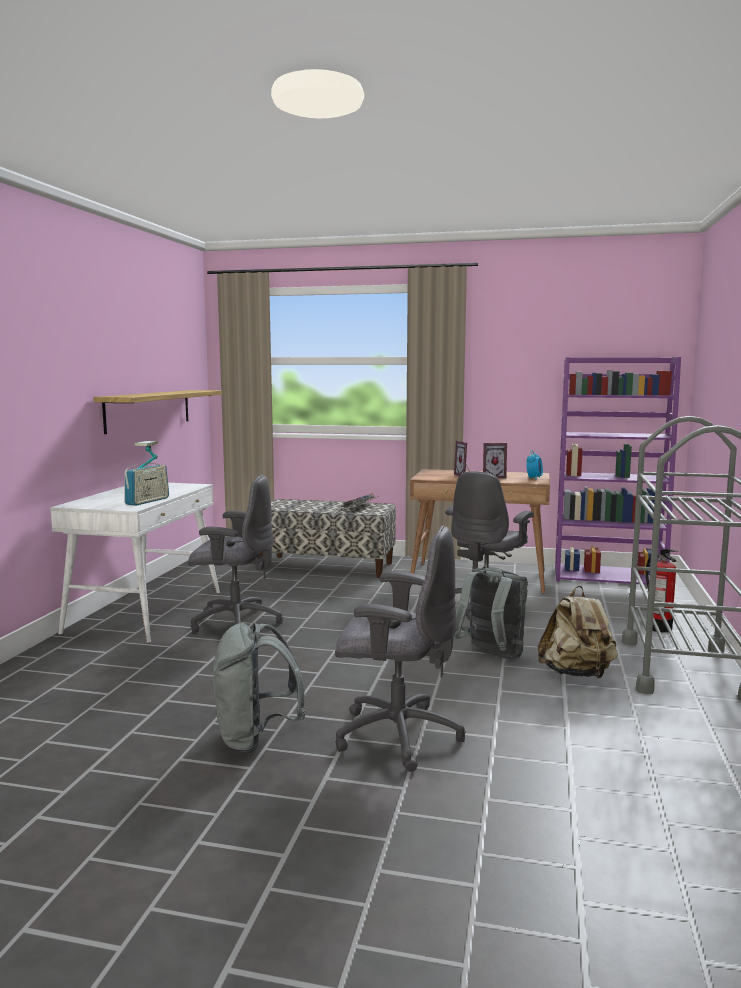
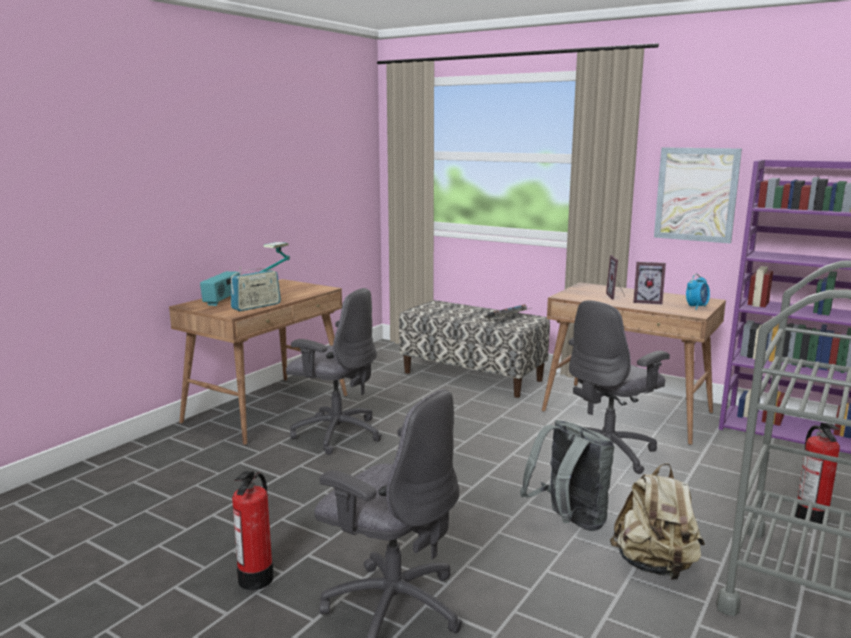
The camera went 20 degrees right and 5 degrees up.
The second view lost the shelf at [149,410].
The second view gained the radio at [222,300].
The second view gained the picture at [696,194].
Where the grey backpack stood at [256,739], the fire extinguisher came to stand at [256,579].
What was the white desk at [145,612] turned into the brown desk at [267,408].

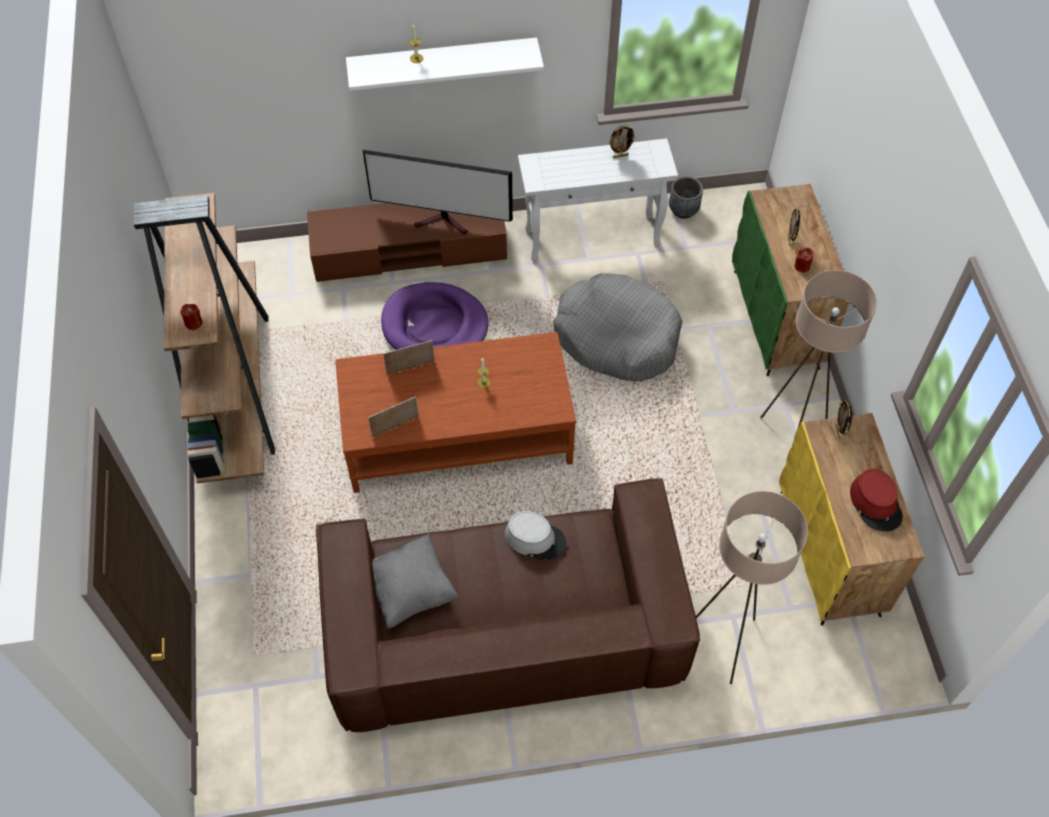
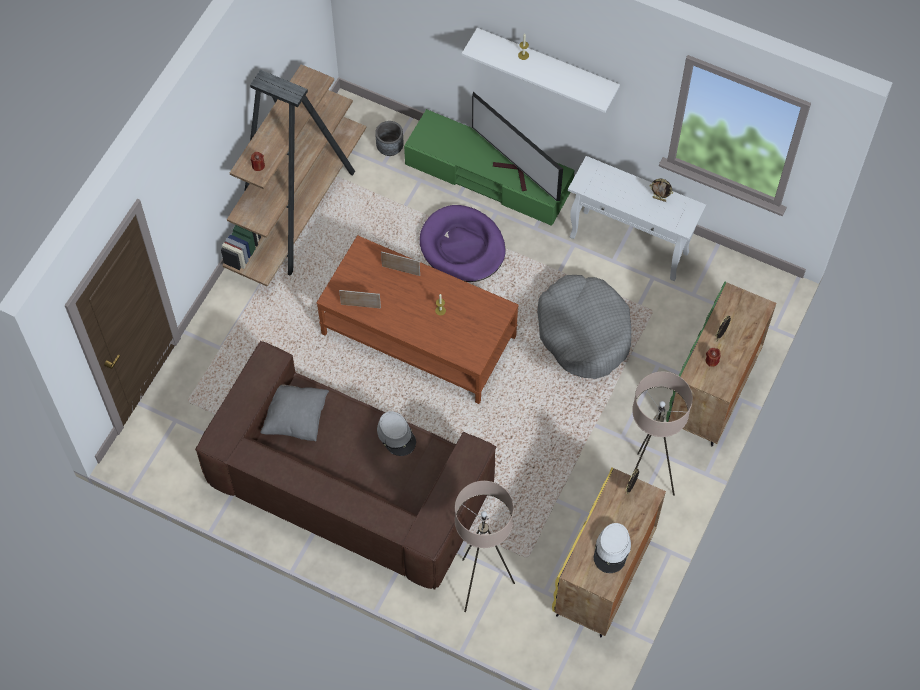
The camera went 35 degrees right and 5 degrees up.
The grey planter ended up elsewhere, having gone from [683,210] to [390,148].
What was the brown tv stand at [409,250] turned into the green tv stand at [488,177].
What was the red hat at [876,503] turned into the white hat at [612,550].

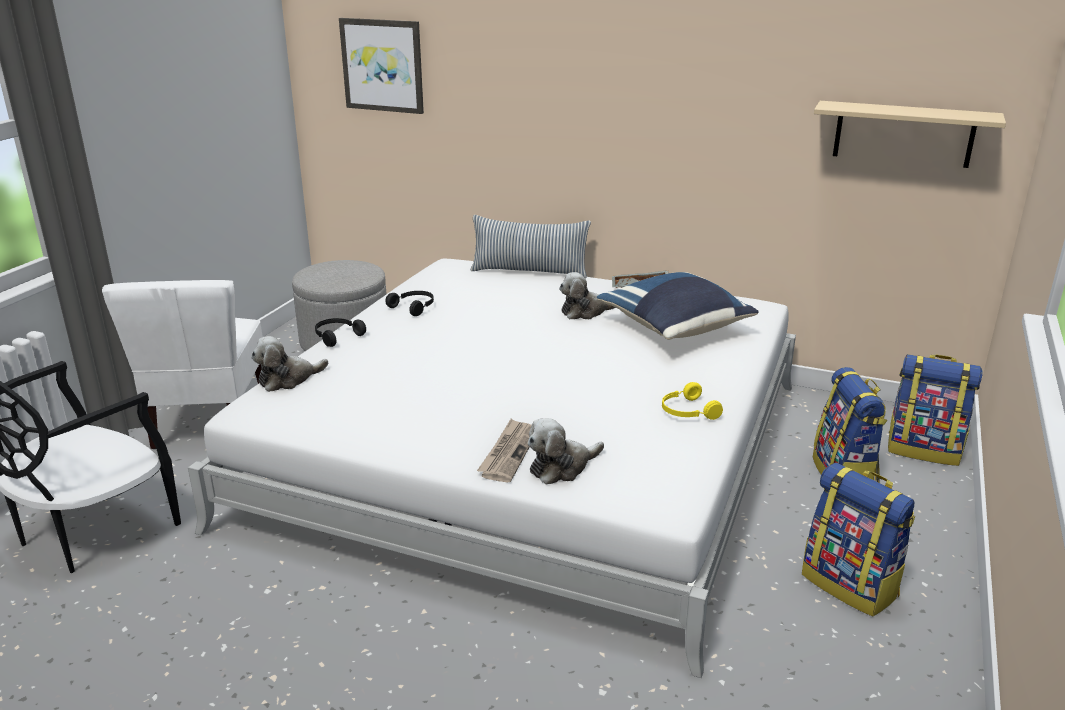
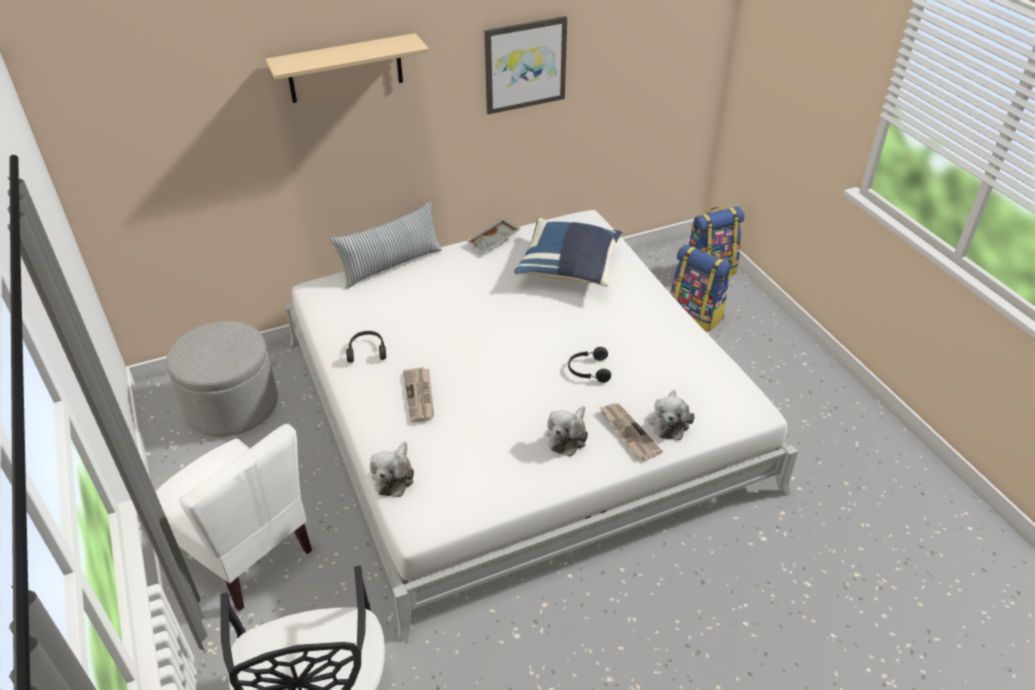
The camera went 45 degrees left and 15 degrees up.
The second view lost the yellow headphones at [687,411].
The second view lost the backpack at [851,585].
The second view gained the newspaper at [420,396].
The black headphones ended up elsewhere, having gone from [336,336] to [588,370].
The picture ended up elsewhere, having gone from [383,65] to [525,64].
The plush toy ended up elsewhere, having gone from [585,312] to [568,437].
The beige shelf ended up elsewhere, having gone from [903,134] to [345,69].

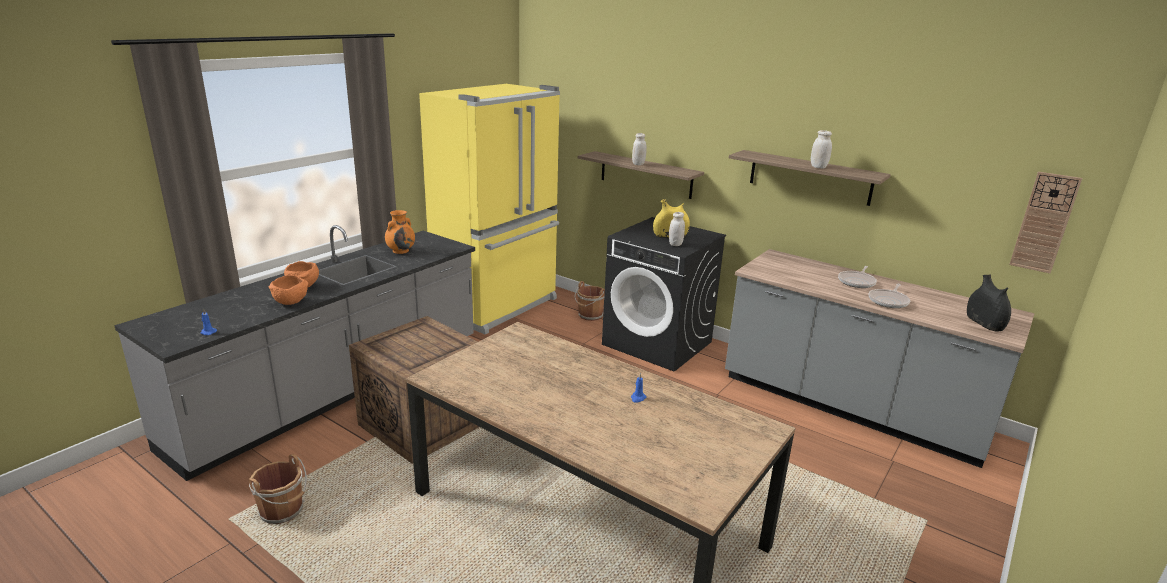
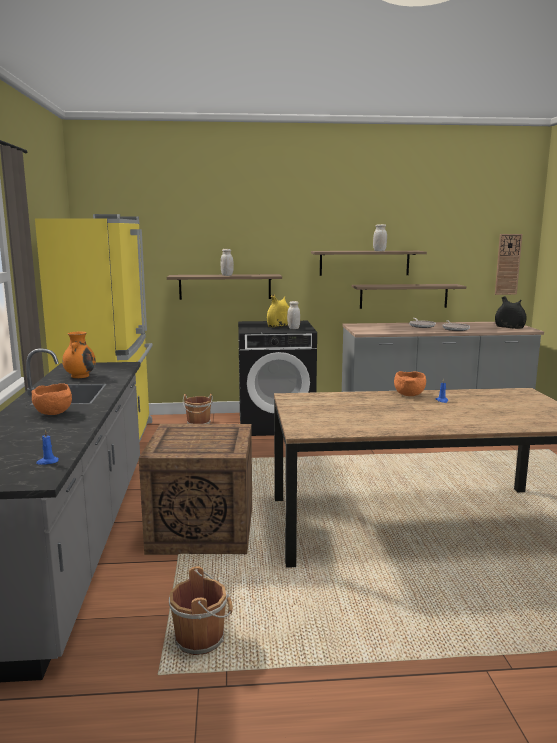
The camera went 40 degrees left and 10 degrees down.
The second view gained the shelf at [403,296].
The orange bowl ended up elsewhere, having gone from [291,302] to [409,395].

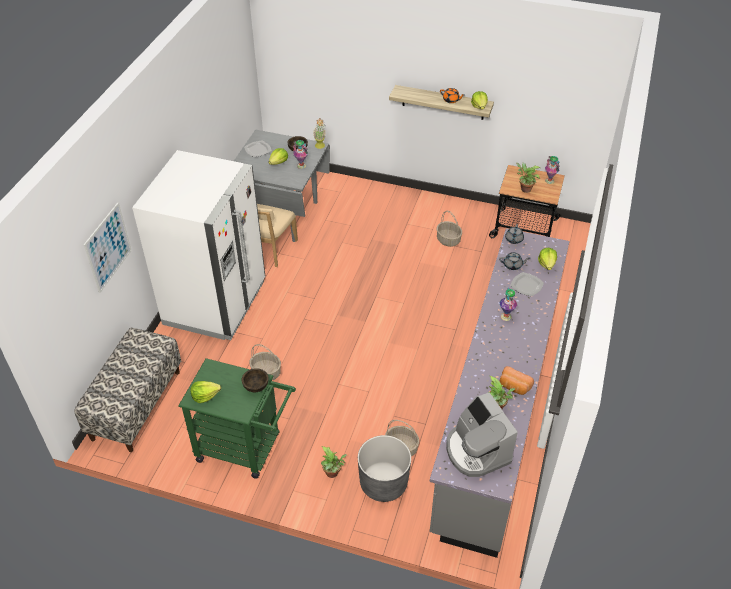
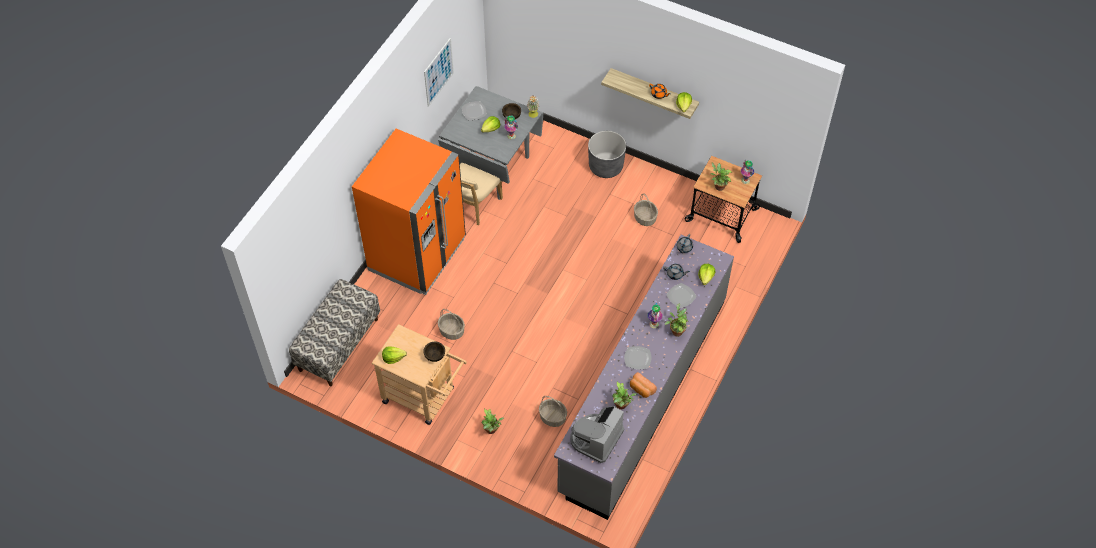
The camera went 10 degrees right and 10 degrees up.
The second view gained the plate at [637,358].
The second view gained the potted plant at [676,331].
The picture ended up elsewhere, having gone from [108,247] to [438,72].
The grey planter ended up elsewhere, having gone from [383,483] to [606,166].
What was the white fridge at [215,302] turned into the orange fridge at [417,255].
What was the green cart at [245,448] turned into the beige cart at [424,397].
The coffee machine at [476,451] ended up facing another way, 45 degrees clockwise from before.

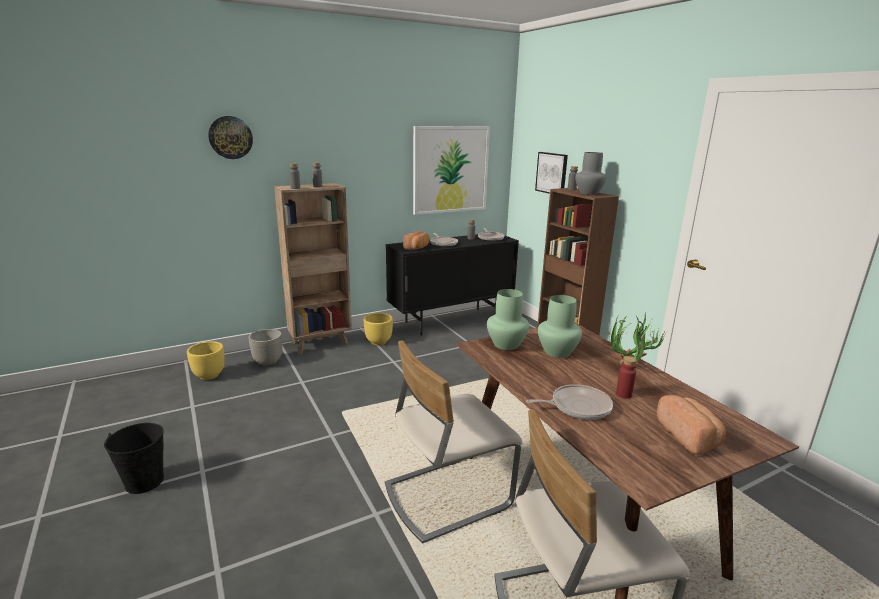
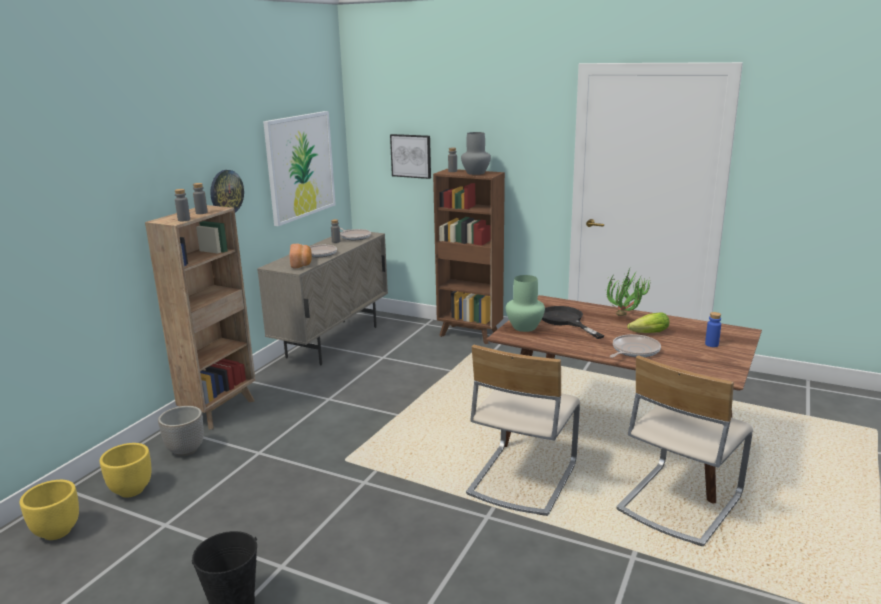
The camera went 35 degrees left and 0 degrees up.
The wall clock ended up elsewhere, having gone from [230,137] to [226,192].
The yellow planter ended up elsewhere, having gone from [378,342] to [57,531].
Where the green vase stood at [556,352], the black frying pan came to stand at [565,321].
Where the red bottle stood at [623,394], the lettuce came to stand at [646,334].
Where the bread stood at [689,436], the blue bottle came to stand at [711,344].
What was the black cabinet at [451,321] turned into the beige cabinet at [333,342].

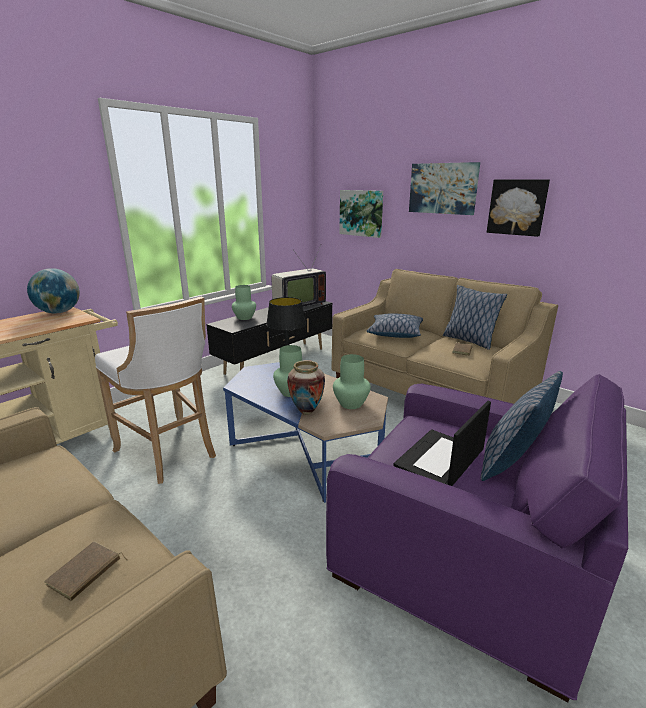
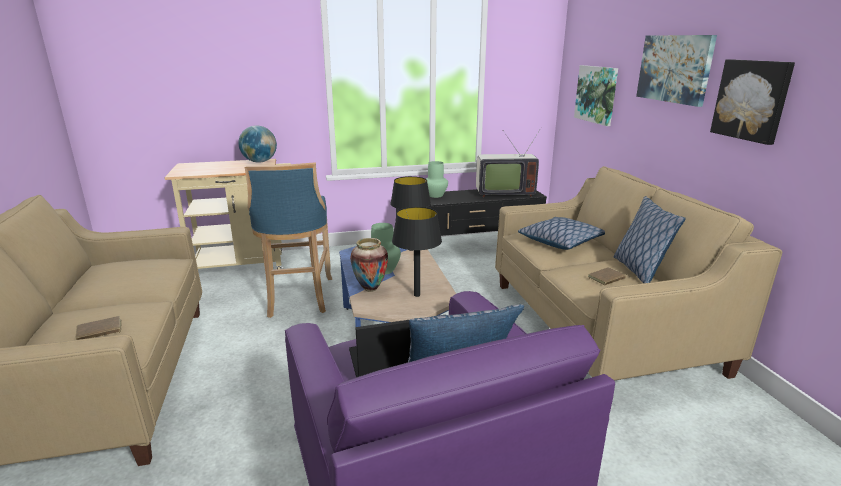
The camera went 35 degrees right and 0 degrees up.
Where the green vase stood at [351,404], the black table lamp came to stand at [417,295].
What was the white stool at [169,453] turned into the blue stool at [298,298].

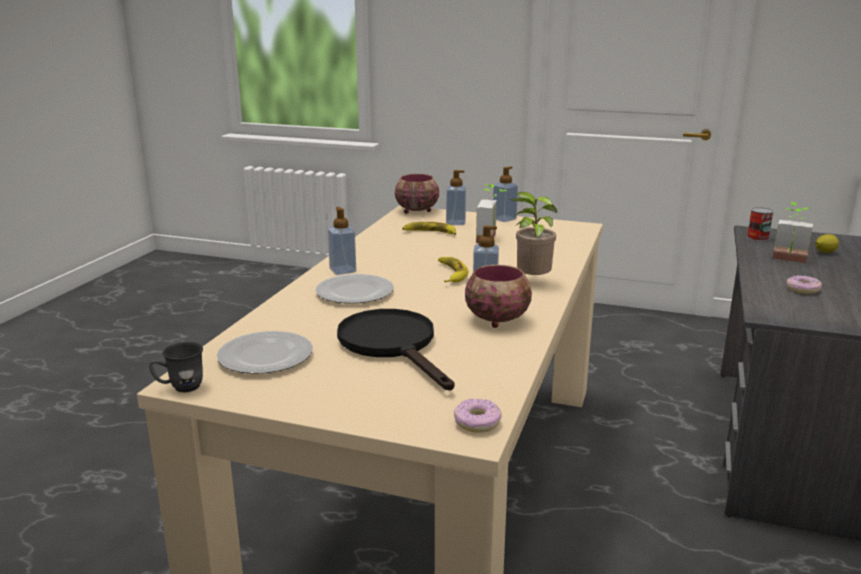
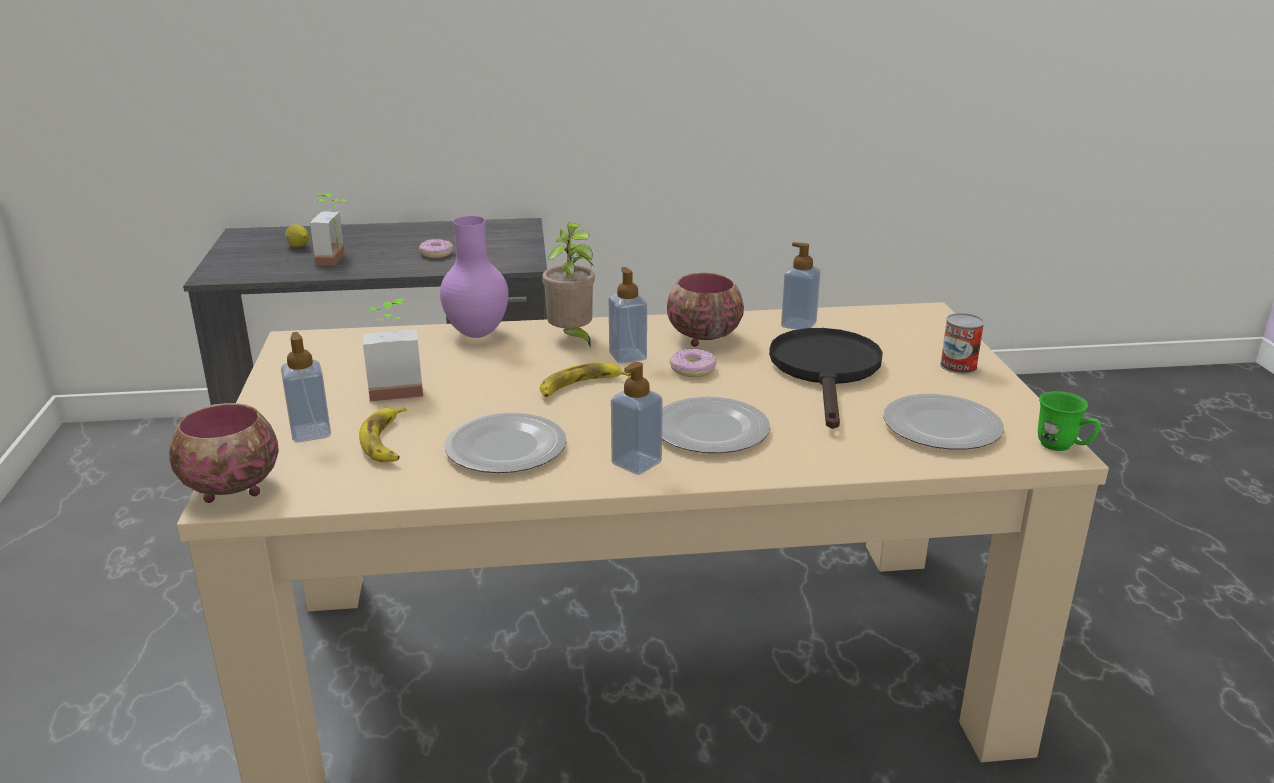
The camera went 115 degrees left and 5 degrees up.
The second view gained the purple vase at [476,333].
The second view gained the plate at [507,448].
The donut ended up elsewhere, having gone from [477,422] to [693,370].
The soap dispenser ended up elsewhere, having gone from [504,219] to [798,325].
The can ended up elsewhere, having gone from [757,237] to [958,366].
What was the grey mug at [180,387] turned into the green mug at [1063,447].
The black frying pan at [393,345] ended up facing another way, 150 degrees clockwise from before.

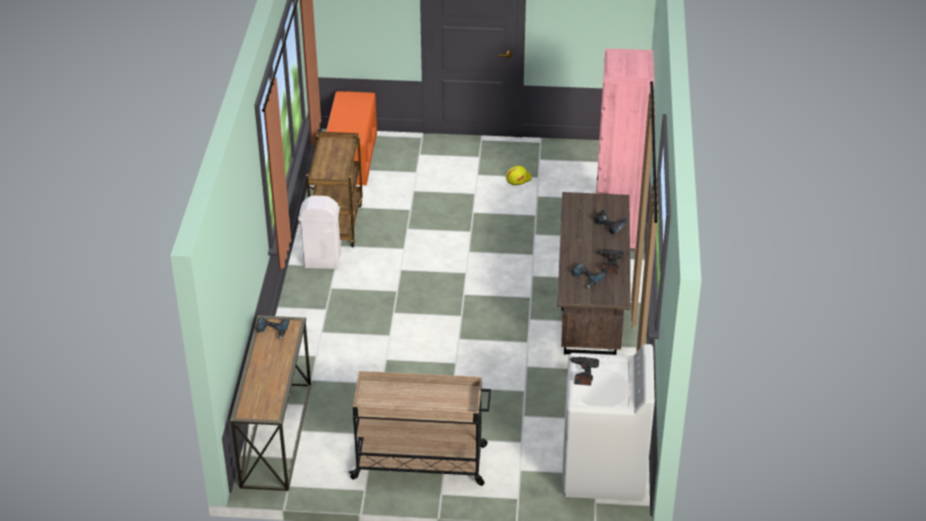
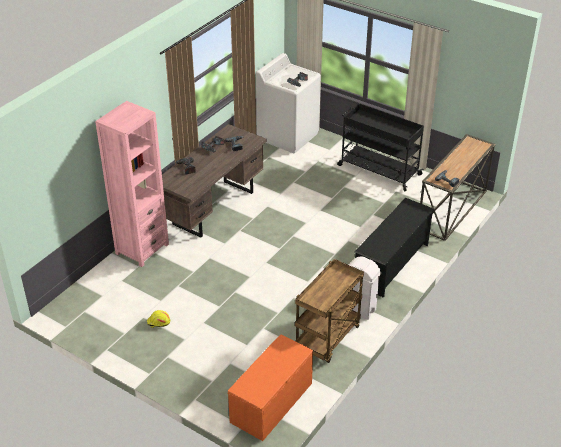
The camera went 150 degrees left and 0 degrees up.
The second view gained the black shoe rack at [392,264].
What was the beige cart at [421,462] turned into the black cart at [378,170].

